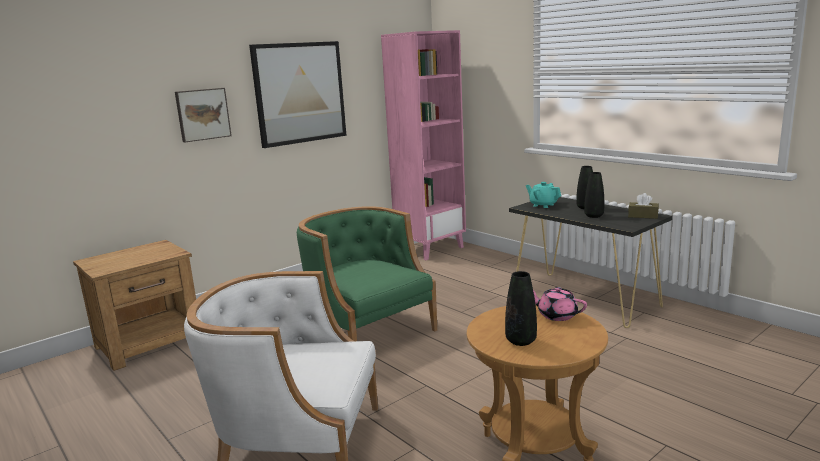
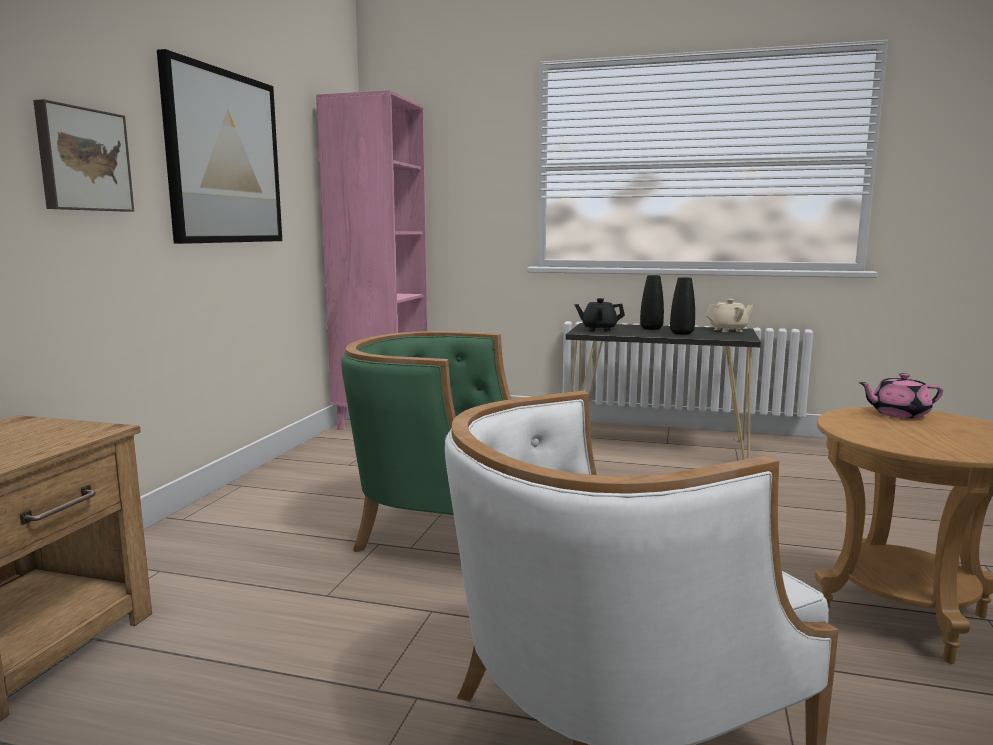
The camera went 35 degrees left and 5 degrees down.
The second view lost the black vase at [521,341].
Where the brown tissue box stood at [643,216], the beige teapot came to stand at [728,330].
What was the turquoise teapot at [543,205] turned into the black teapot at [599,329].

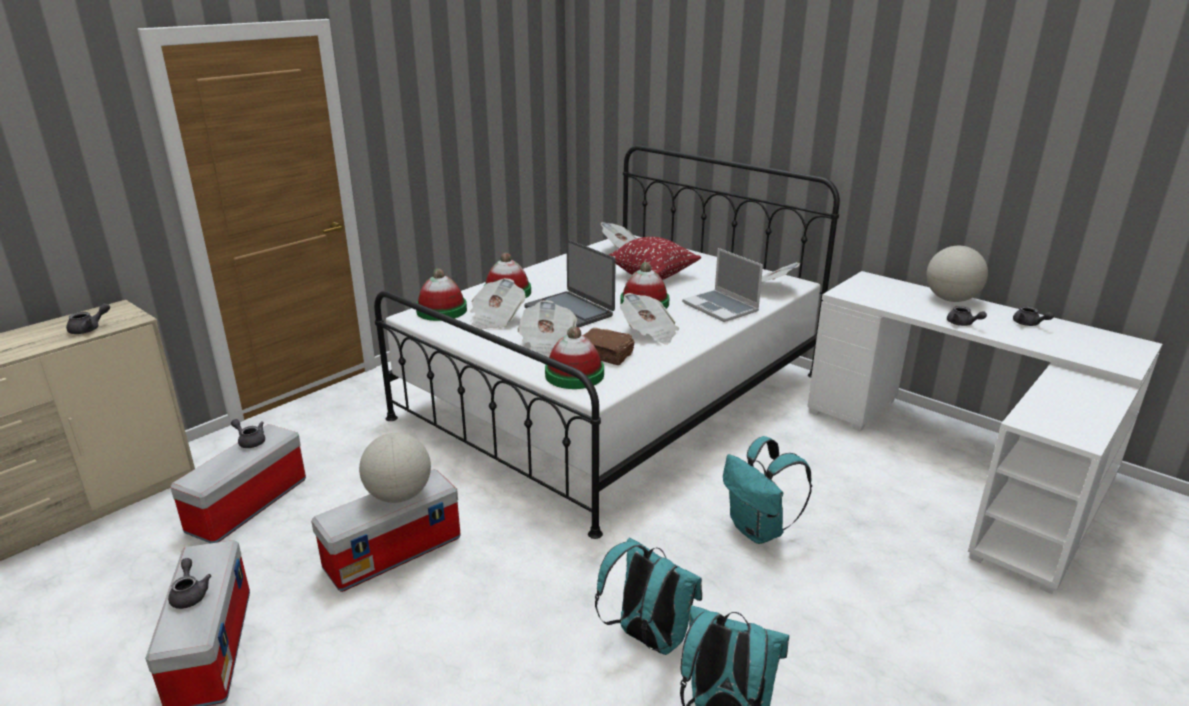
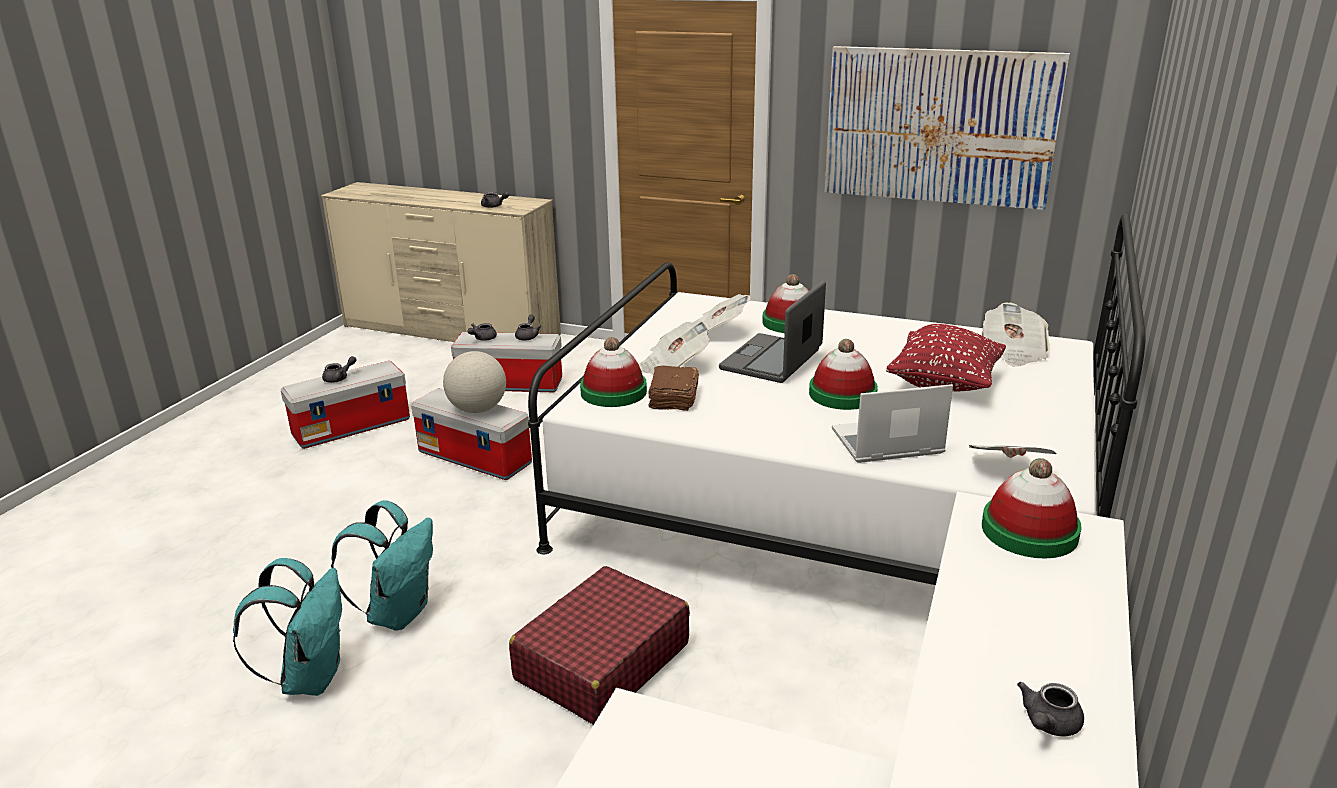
The camera went 70 degrees right and 0 degrees up.
The second view lost the newspaper at [649,333].
The second view lost the globe at [951,299].
The second view gained the picture at [939,126].
The hat ended up elsewhere, having gone from [441,310] to [1029,531].
The grey teapot ended up elsewhere, having gone from [962,324] to [482,339].
Where the turquoise backpack stood at [759,530], the red suitcase came to stand at [601,662].
The laptop at [721,307] ended up facing another way, 45 degrees clockwise from before.

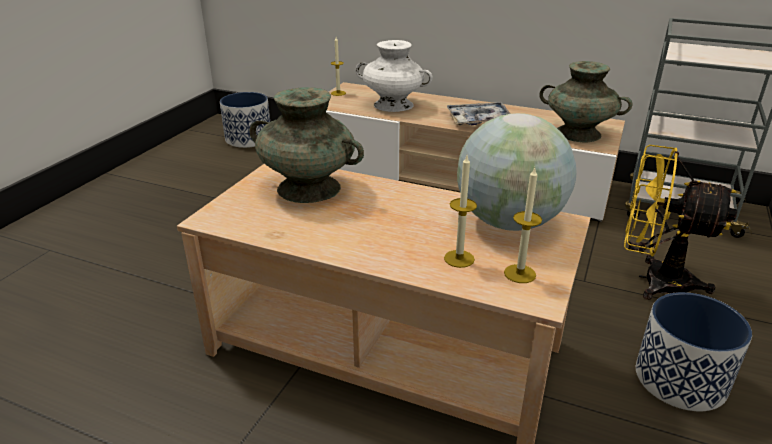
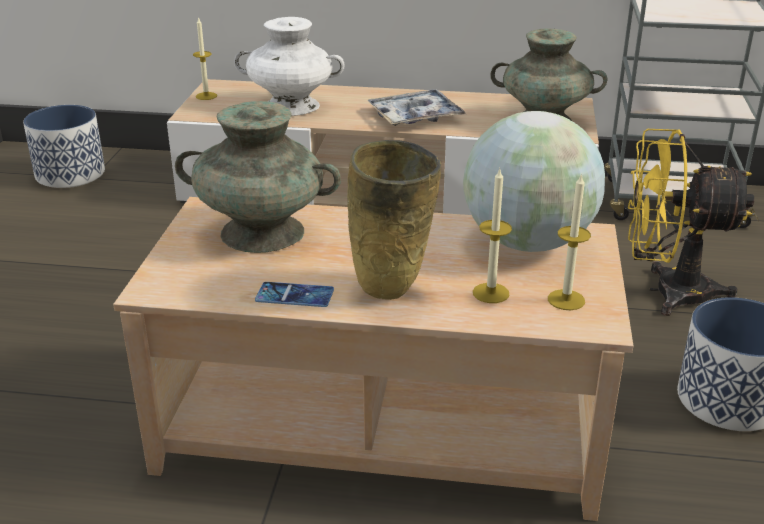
The camera went 15 degrees left and 0 degrees up.
The second view gained the phone at [294,295].
The second view gained the beige vase at [391,291].

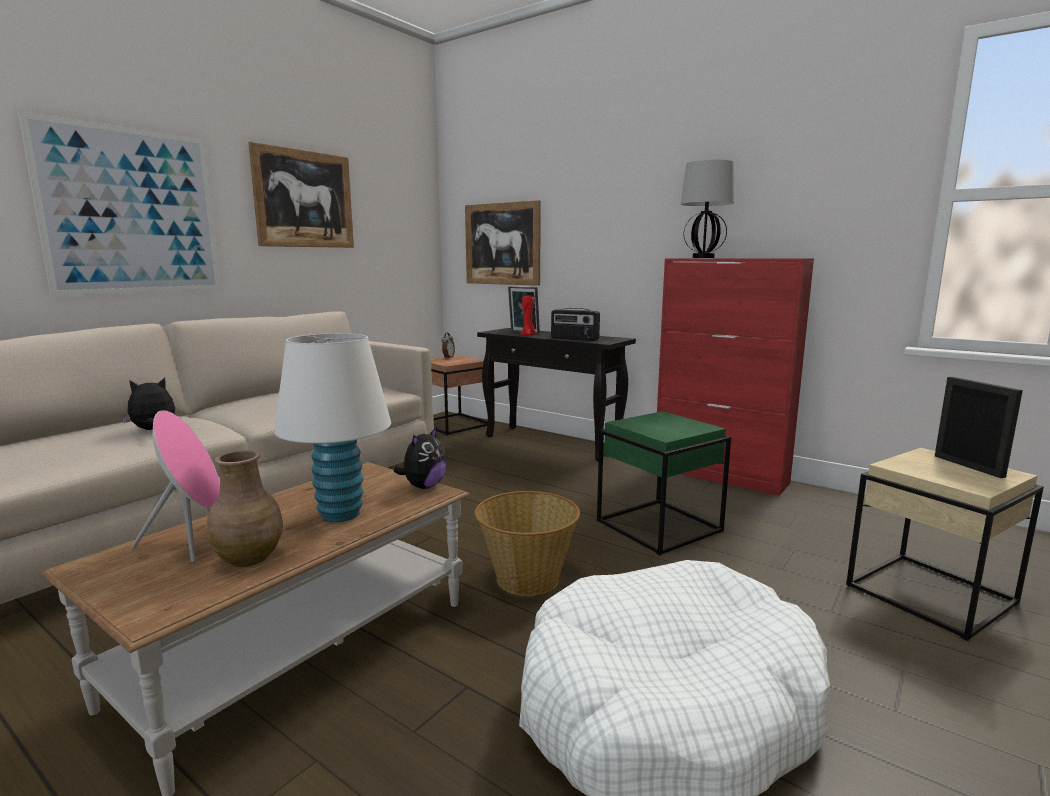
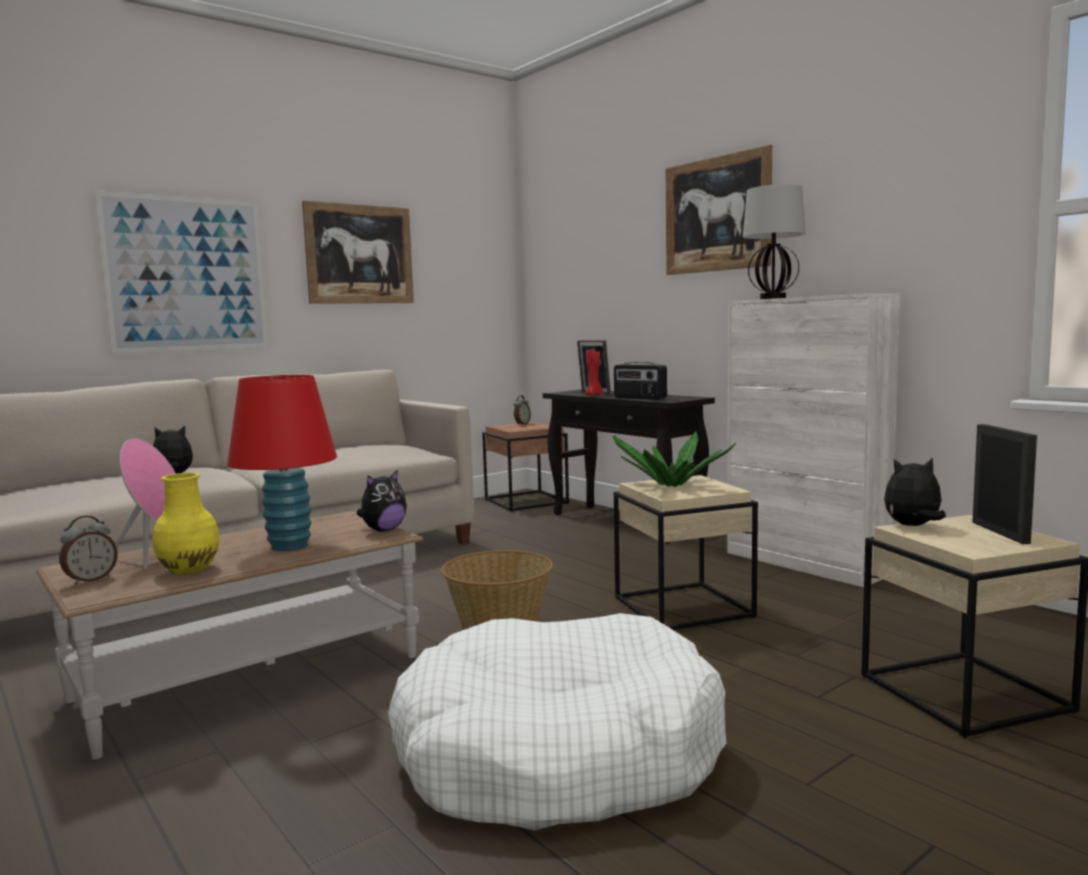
The camera went 15 degrees right and 5 degrees down.
The second view gained the alarm clock at [90,580].
The second view gained the potted plant at [672,485].
The second view gained the plush toy at [913,526].
The picture ended up elsewhere, having gone from [502,244] to [717,214].
What was the brown vase at [250,558] turned into the yellow vase at [190,569].
What was the white table lamp at [340,514] turned into the red table lamp at [289,546].
What was the green side table at [660,526] turned into the beige side table at [684,608].
What was the red cabinet at [720,475] turned into the white cabinet at [805,564].

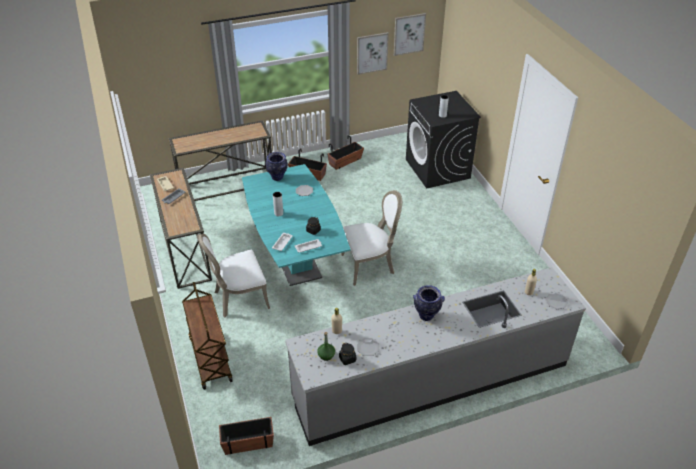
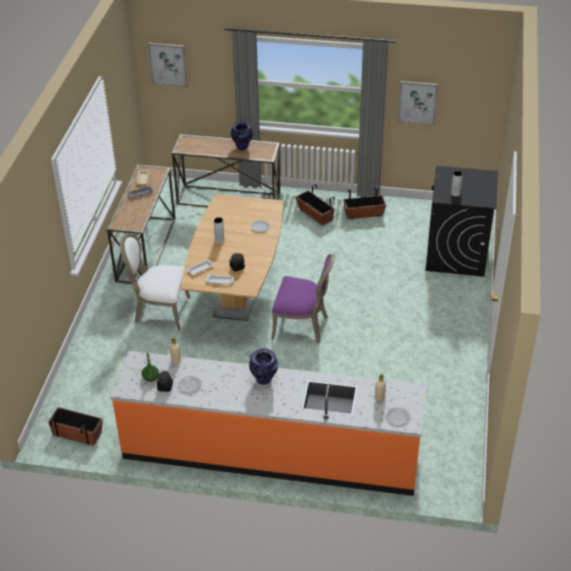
The camera went 30 degrees right and 0 degrees up.
The second view lost the brown cart at [210,358].
The vase ended up elsewhere, having gone from [277,178] to [242,147].
The picture ended up elsewhere, having gone from [409,34] to [168,64].
What was the turquoise dining table at [296,260] turned into the brown dining table at [237,295].
What was the grey counter at [431,381] turned into the orange counter at [271,453].
What was the white chair at [370,265] turned into the purple chair at [303,326].

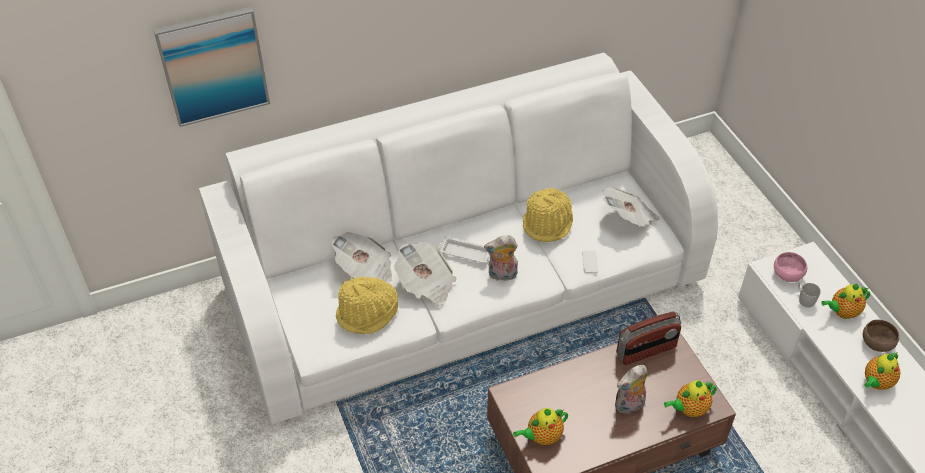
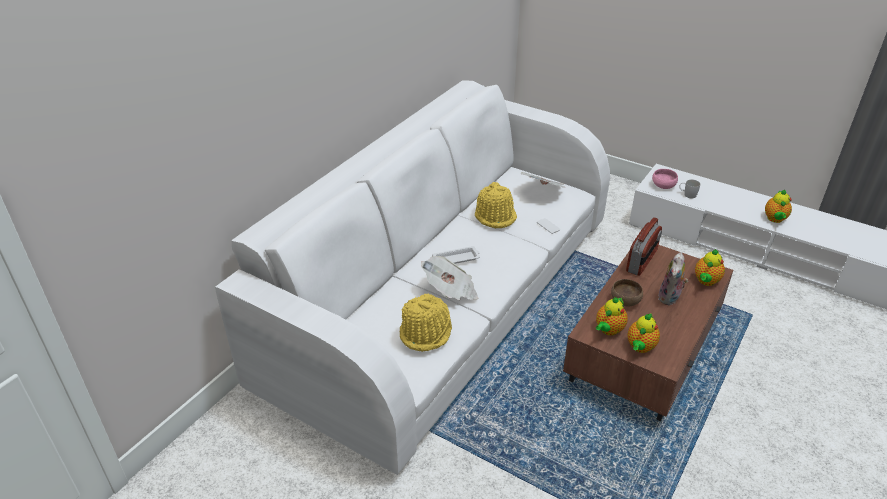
The camera went 35 degrees left and 10 degrees down.
The second view lost the picture at [213,66].
The second view lost the newspaper at [365,268].
The second view lost the plush toy at [502,275].
The teapot ended up elsewhere, having gone from [842,312] to [608,330].
The brown bowl ended up elsewhere, having gone from [876,342] to [624,300].

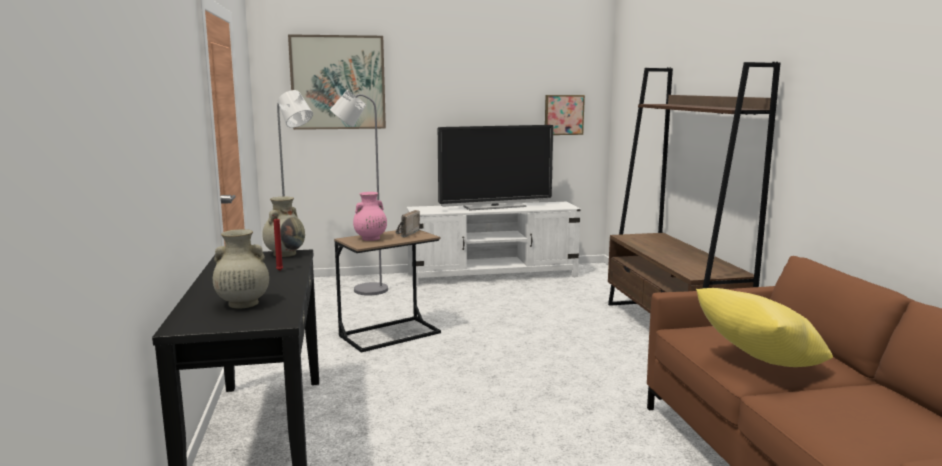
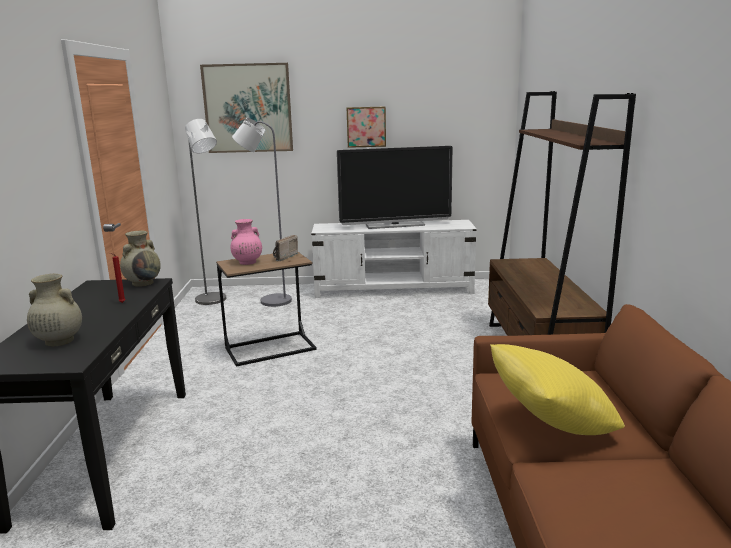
The camera went 10 degrees right and 5 degrees up.
The picture ended up elsewhere, having gone from [563,114] to [366,127].

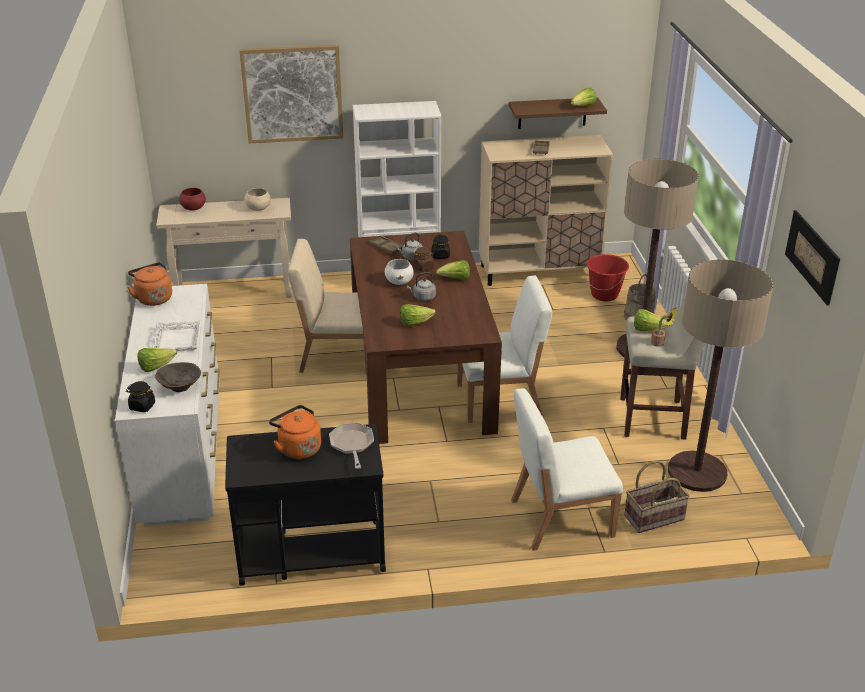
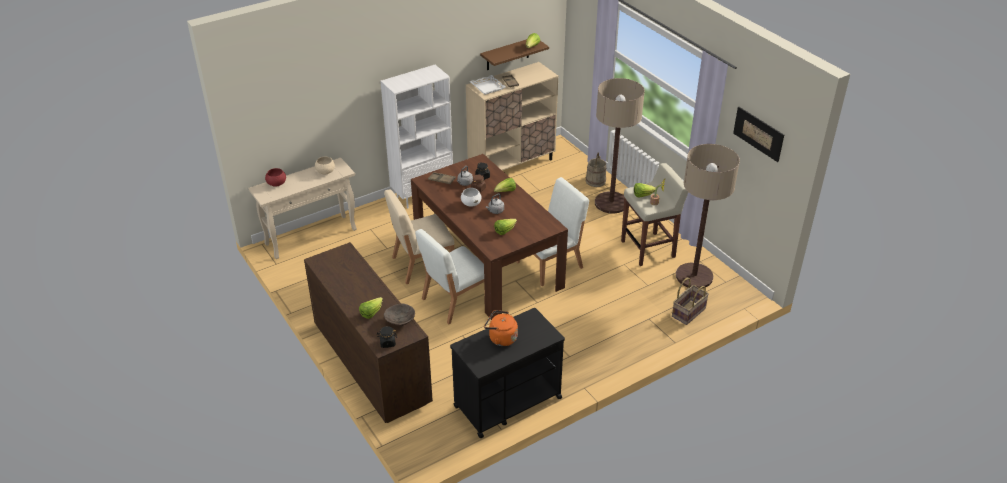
The camera went 25 degrees left and 5 degrees up.
The second view lost the orange kettle at [153,298].
The second view lost the picture at [292,94].
The second view lost the frying pan at [352,445].
The second view lost the red bucket at [604,295].
The white tray ended up elsewhere, having gone from [177,340] to [487,87].
The white chair ended up elsewhere, having gone from [560,518] to [455,300].
What was the white dresser at [183,452] turned into the brown dresser at [371,364].

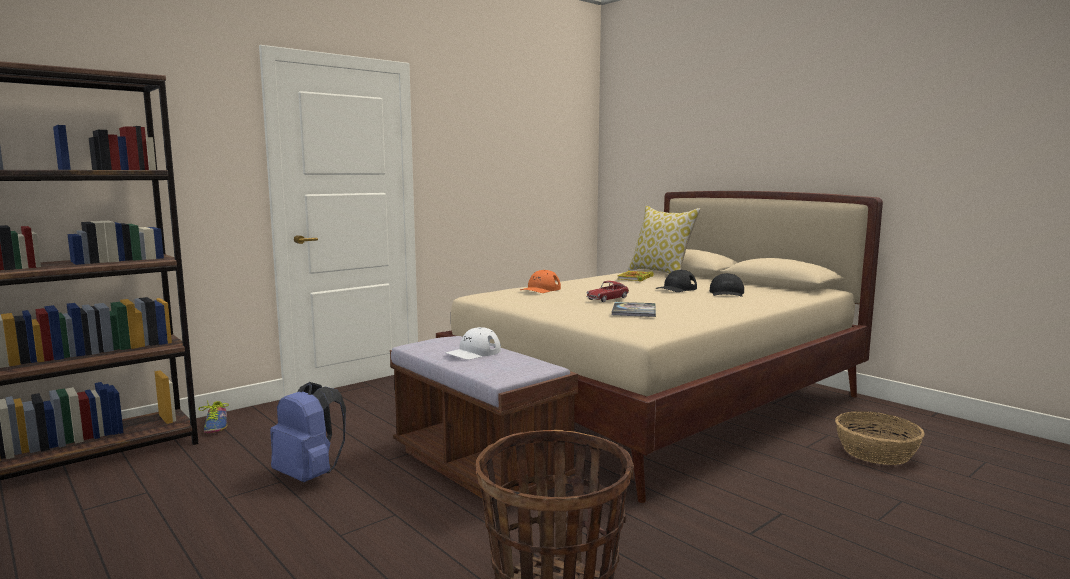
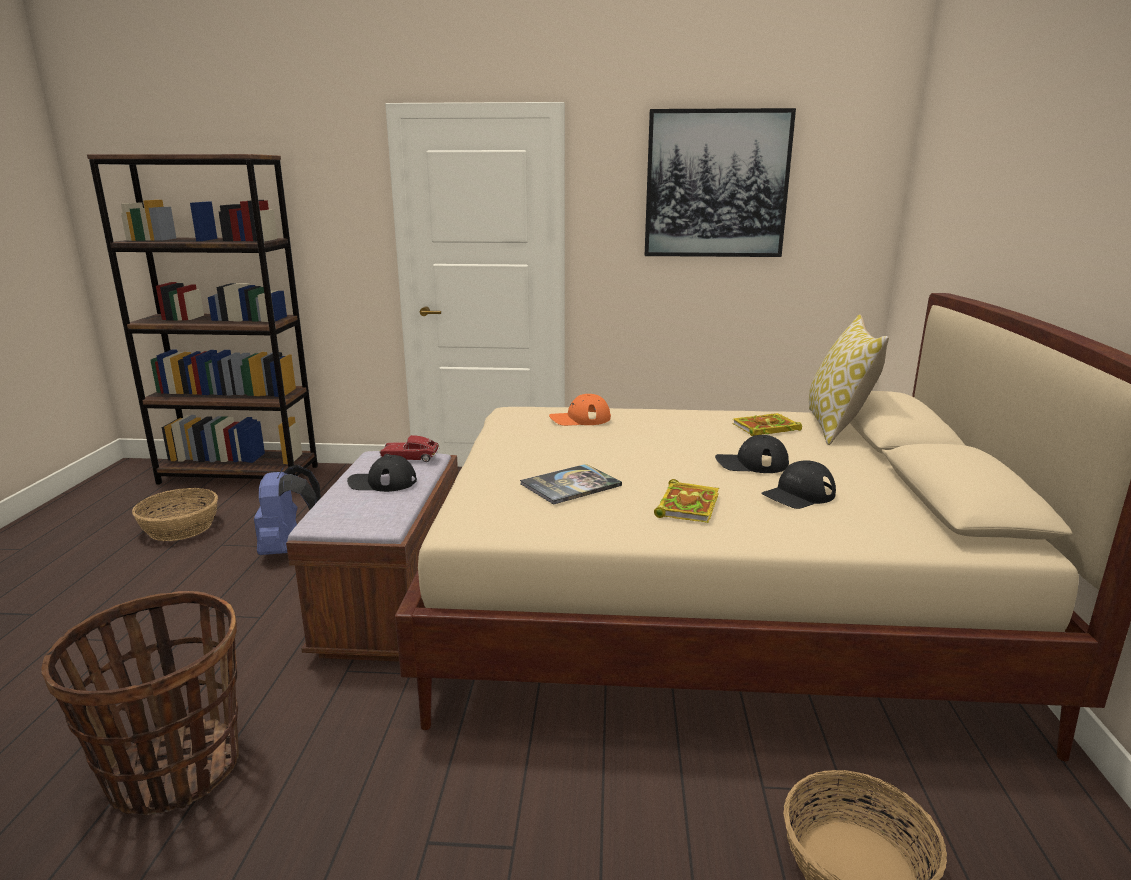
The camera went 45 degrees right and 10 degrees up.
The second view lost the shoe at [216,426].
The second view gained the basket at [181,528].
The second view gained the picture at [716,184].
The second view gained the book at [687,505].
The toy car ended up elsewhere, having gone from [607,299] to [410,457].
What was the white cap at [473,352] turned into the black cap at [382,482].

